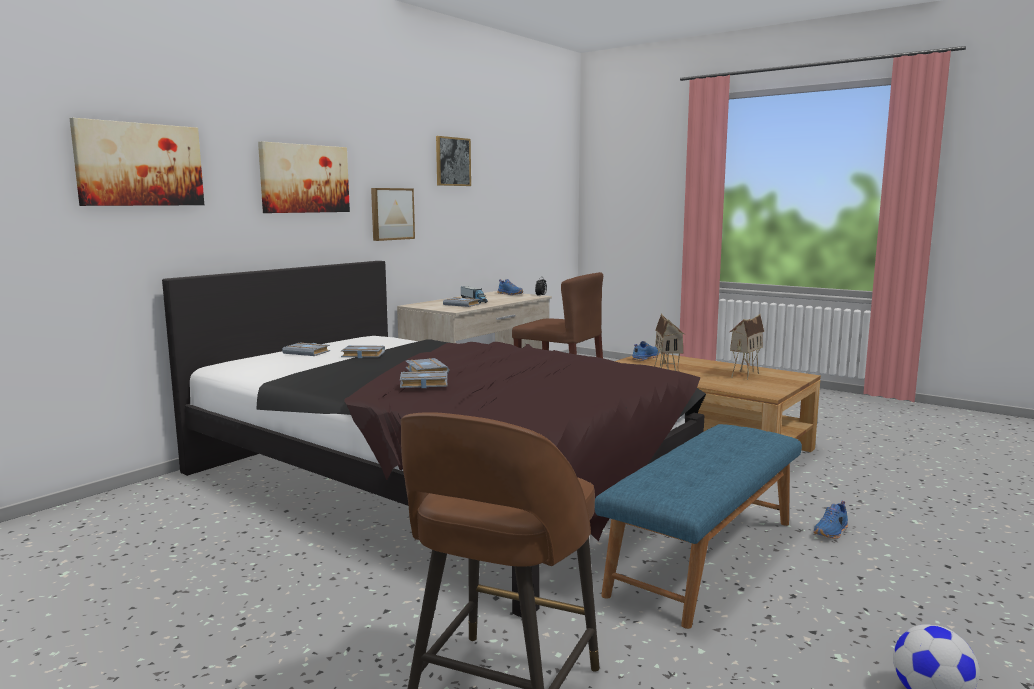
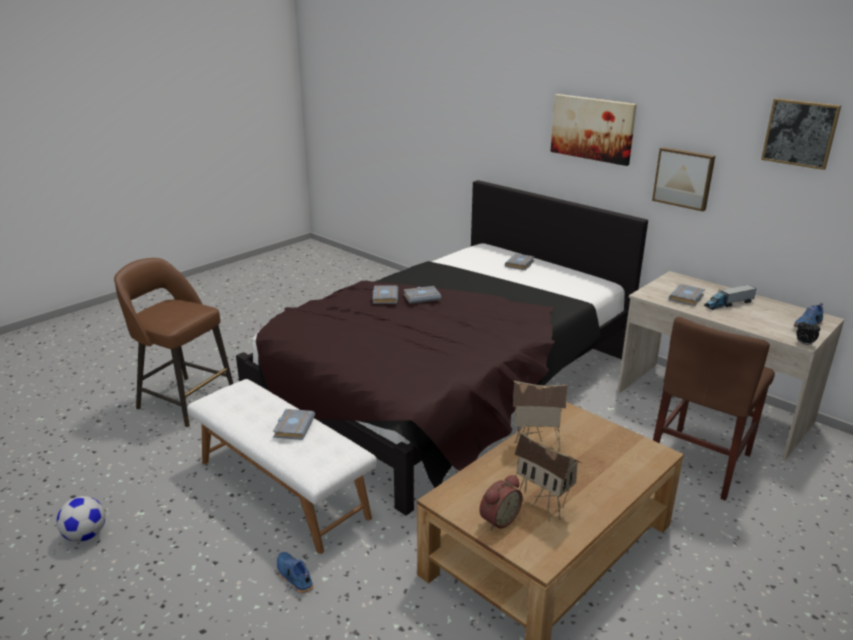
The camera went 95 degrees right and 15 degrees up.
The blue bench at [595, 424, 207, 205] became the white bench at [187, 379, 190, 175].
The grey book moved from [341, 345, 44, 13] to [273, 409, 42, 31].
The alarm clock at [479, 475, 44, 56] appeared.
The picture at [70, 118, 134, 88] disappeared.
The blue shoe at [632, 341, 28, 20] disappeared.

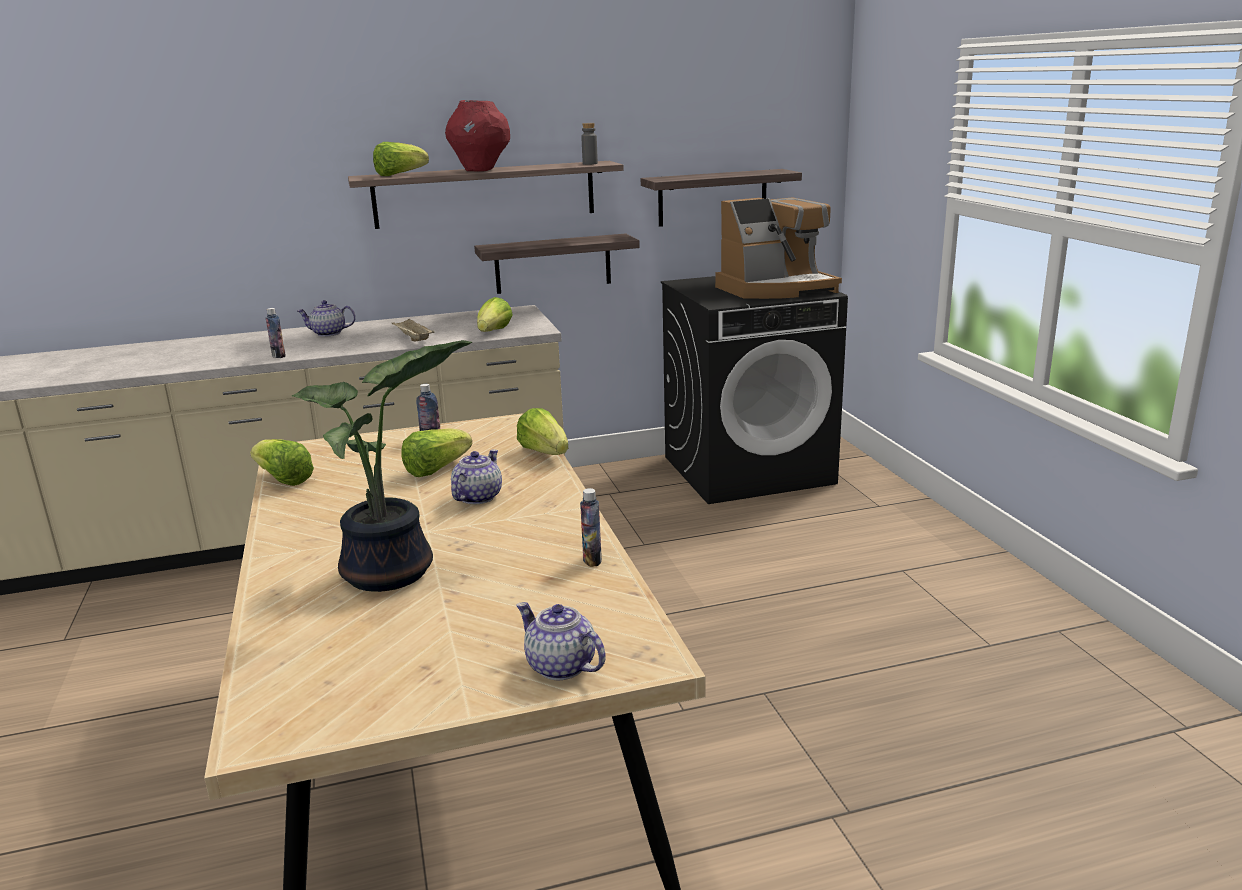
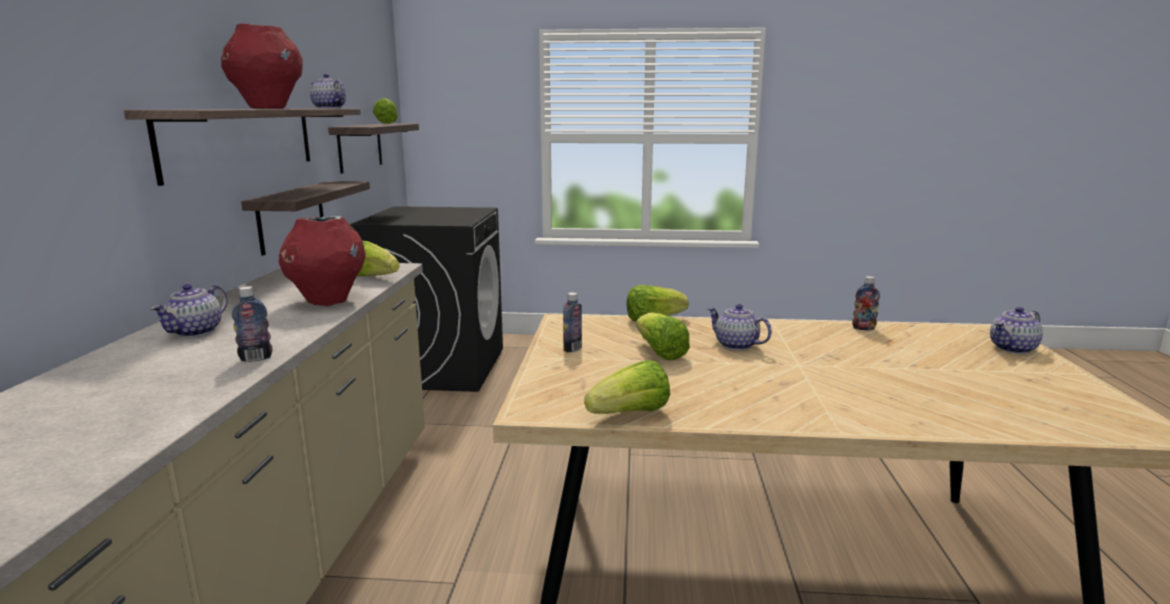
The camera went 70 degrees left and 5 degrees down.
The beige tray at [392, 319, 42, 22] was replaced by the red vase at [279, 216, 87, 90].
The grey bottle at [581, 123, 17, 42] was replaced by the teapot at [310, 74, 36, 34].
The lettuce moved from [373, 142, 56, 34] to [373, 98, 25, 26].
The potted plant at [292, 340, 180, 252] disappeared.
The coffee machine at [715, 197, 127, 102] disappeared.

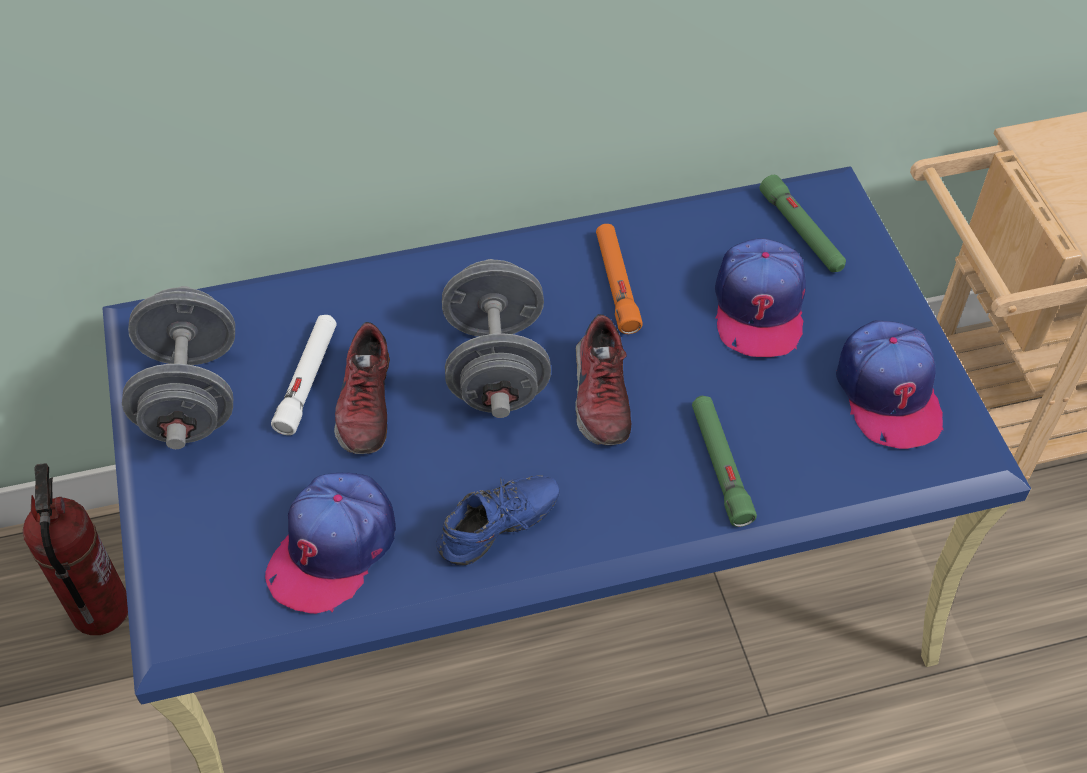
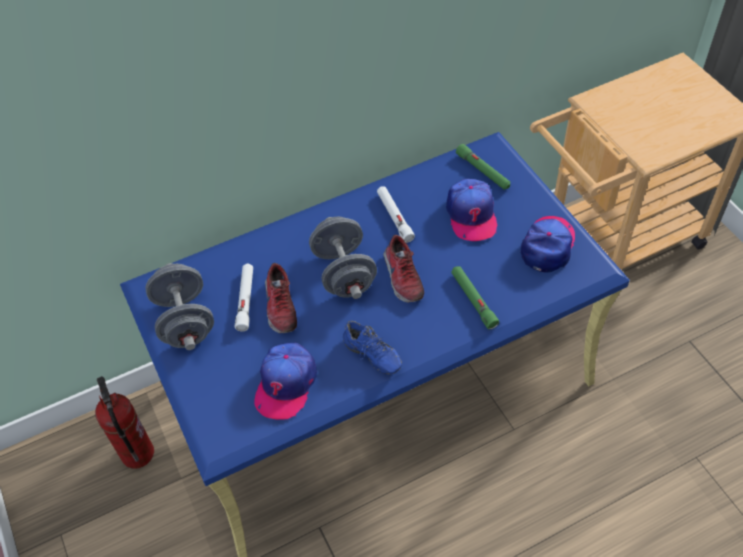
The camera went 10 degrees left and 0 degrees up.
The blue shoe at [436, 475, 124, 90] turned 90 degrees clockwise.
The orange flashlight at [596, 224, 47, 110] became the white flashlight at [377, 186, 38, 57].
The cap at [836, 320, 108, 129] turned 135 degrees counterclockwise.

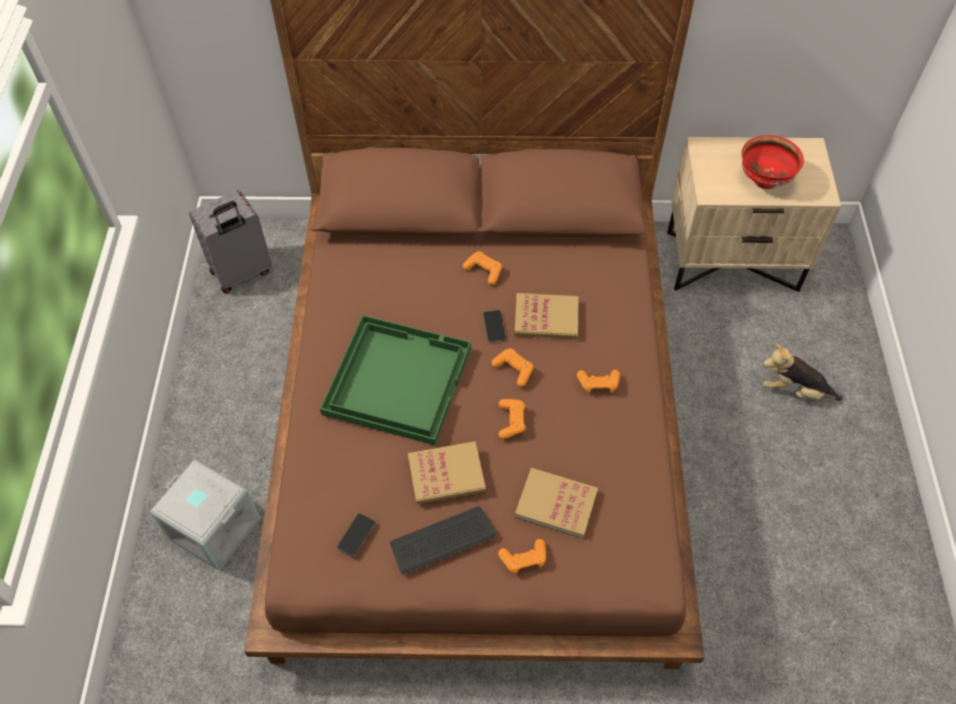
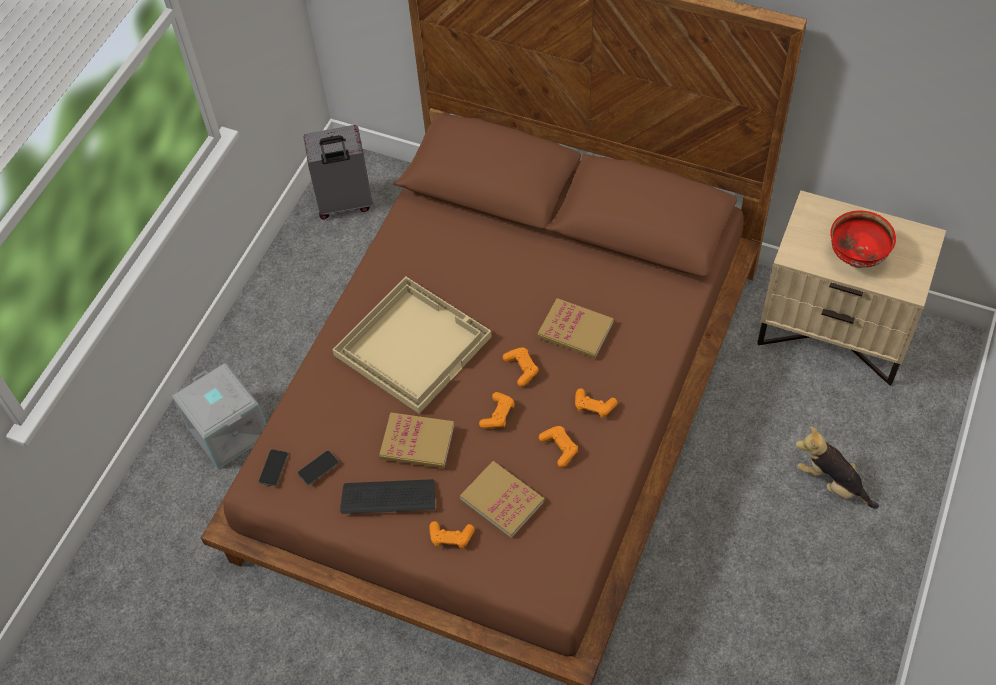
The camera went 25 degrees right and 0 degrees up.
The phone moved from [483, 310, 23, 32] to [259, 449, 29, 37].
The green tray at [320, 315, 151, 130] became the beige tray at [332, 277, 160, 137].
The orange game controller moved from [463, 251, 39, 34] to [539, 426, 39, 42].

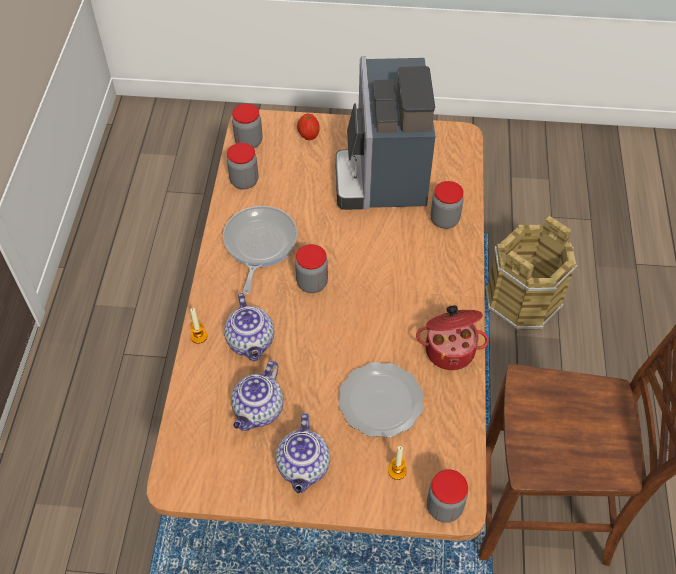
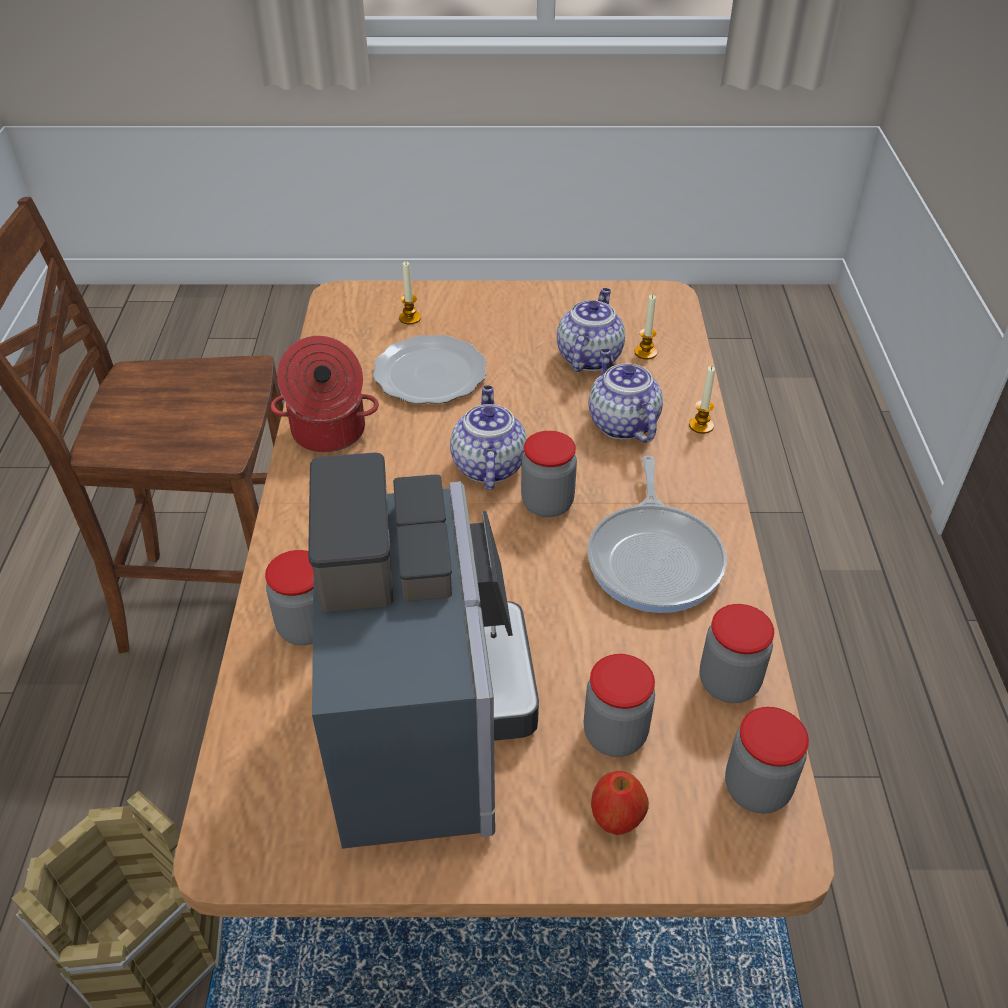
The camera went 175 degrees right and 10 degrees down.
The teapot moved from [275, 413, 55, 81] to [450, 386, 77, 104].
The jar moved from [427, 469, 41, 54] to [584, 654, 71, 103].
The candle at [634, 295, 23, 64] appeared.

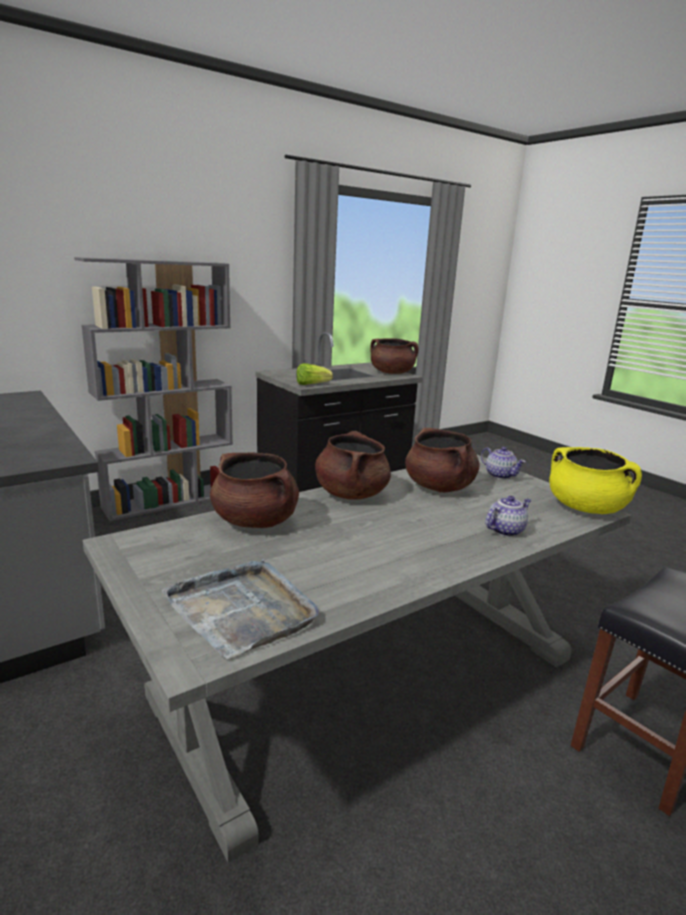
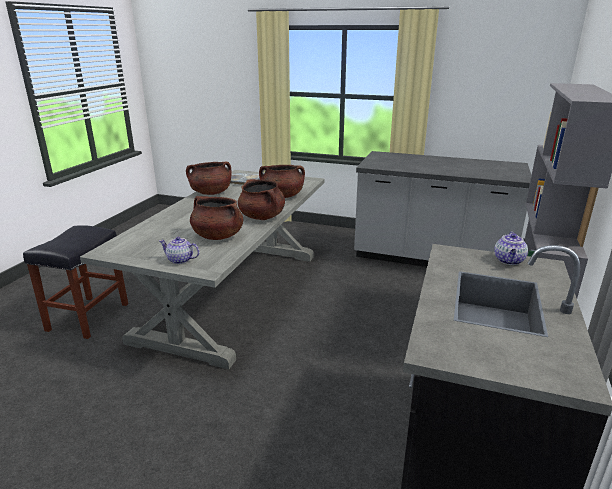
The camera went 145 degrees right and 5 degrees up.
The brown cooking pot moved from [370, 339, 48, 35] to [186, 162, 45, 33].
The teapot moved from [485, 496, 46, 41] to [494, 231, 34, 34].
The lettuce at [296, 363, 37, 22] disappeared.
The yellow cooking pot at [549, 447, 93, 67] disappeared.

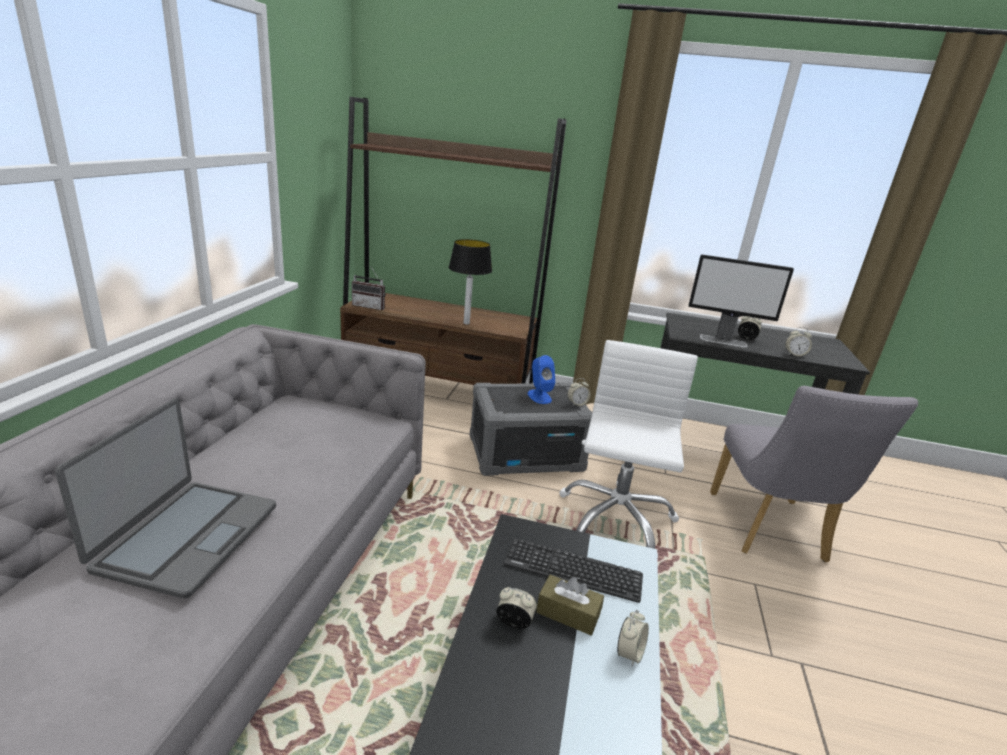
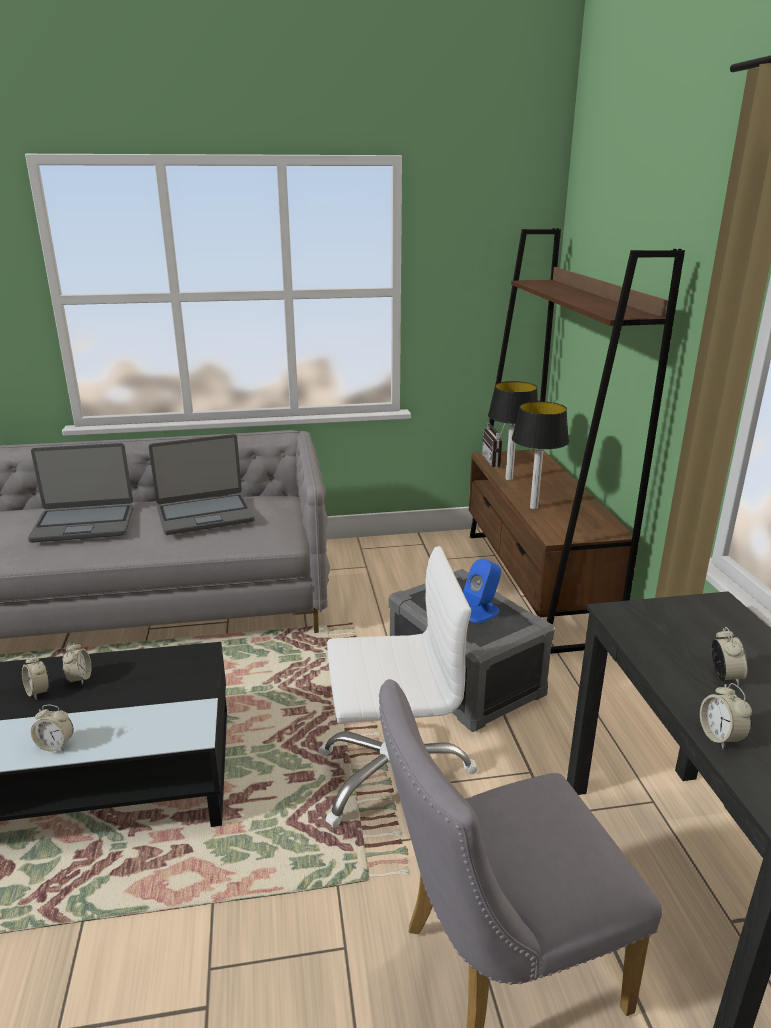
The camera went 70 degrees right and 0 degrees up.
The alarm clock moved from [567, 378, 23, 28] to [22, 654, 27, 45].
The laptop at [149, 434, 106, 101] appeared.
The table lamp at [488, 381, 50, 99] appeared.
The keyboard at [503, 538, 140, 65] disappeared.
The brown tissue box at [536, 574, 68, 62] disappeared.
The monitor at [689, 254, 105, 94] disappeared.

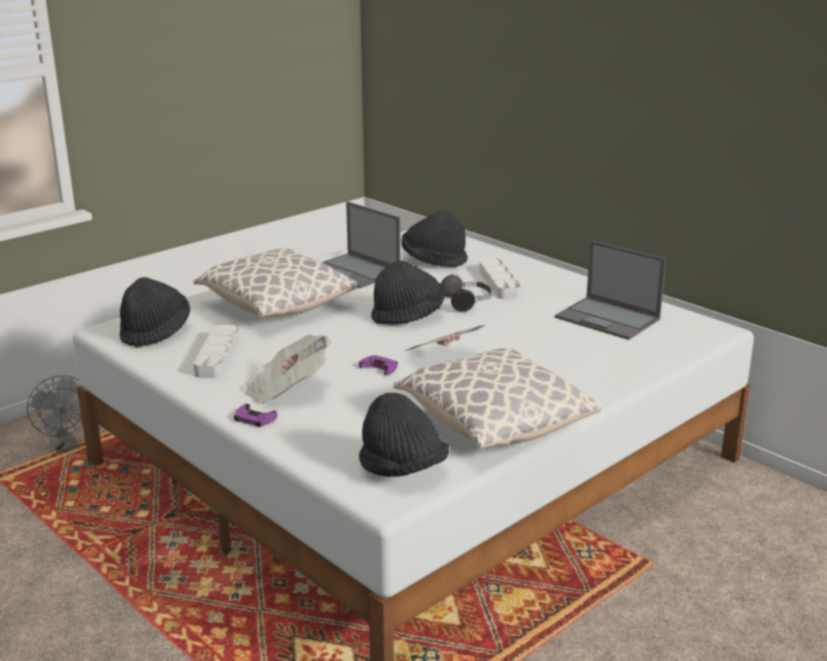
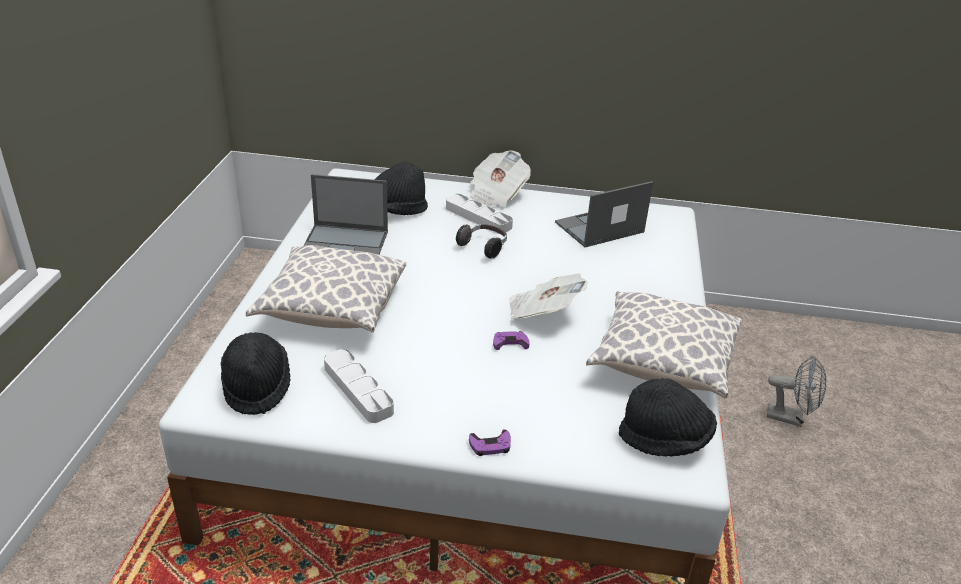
The camera went 40 degrees left and 10 degrees up.
The newspaper moved from [241, 335, 90, 69] to [470, 150, 61, 56].
The laptop at [555, 240, 111, 100] turned 150 degrees clockwise.
The grey fan moved from [27, 375, 56, 78] to [767, 355, 59, 72].
The black hat at [371, 260, 74, 65] disappeared.

